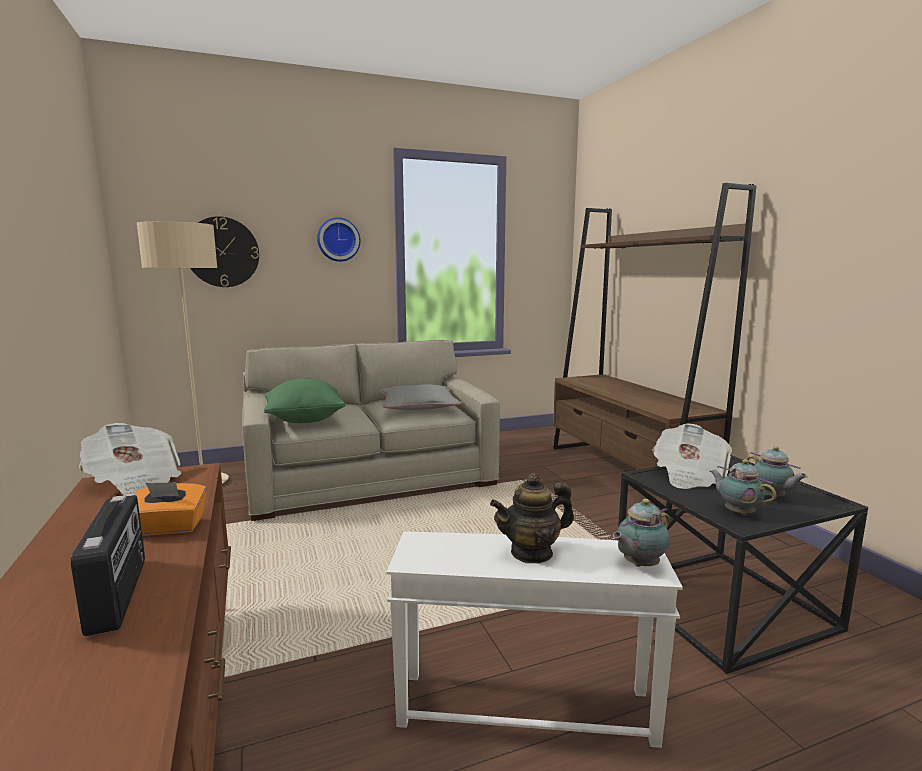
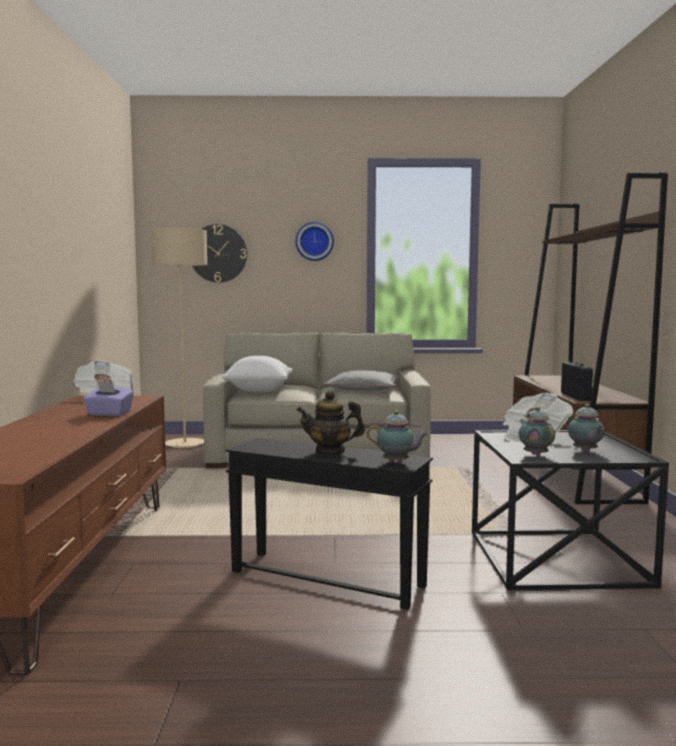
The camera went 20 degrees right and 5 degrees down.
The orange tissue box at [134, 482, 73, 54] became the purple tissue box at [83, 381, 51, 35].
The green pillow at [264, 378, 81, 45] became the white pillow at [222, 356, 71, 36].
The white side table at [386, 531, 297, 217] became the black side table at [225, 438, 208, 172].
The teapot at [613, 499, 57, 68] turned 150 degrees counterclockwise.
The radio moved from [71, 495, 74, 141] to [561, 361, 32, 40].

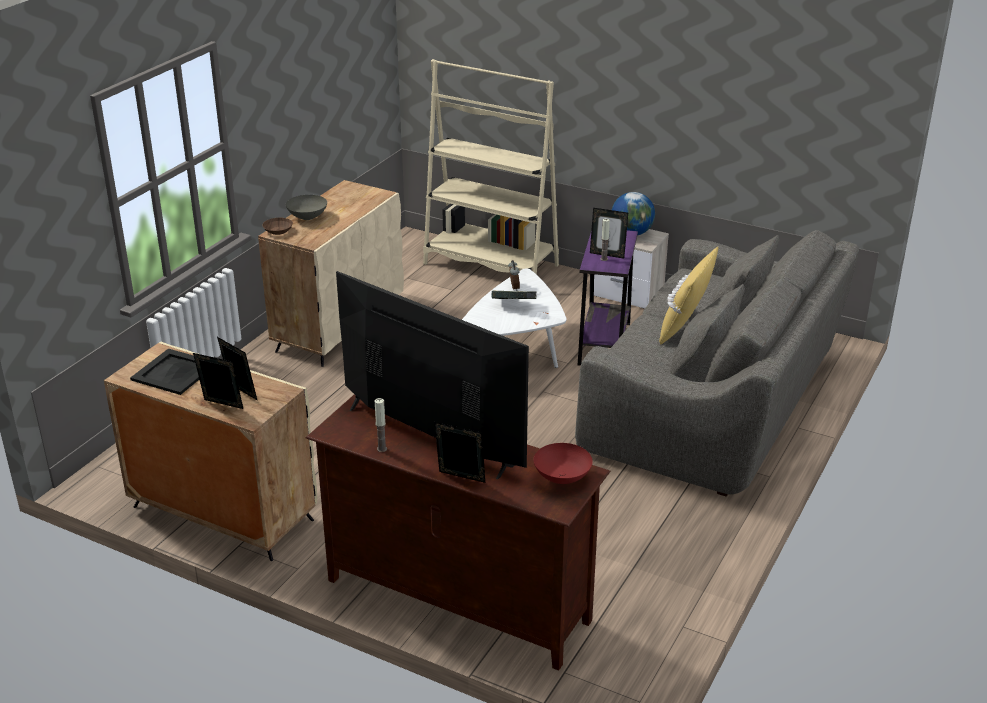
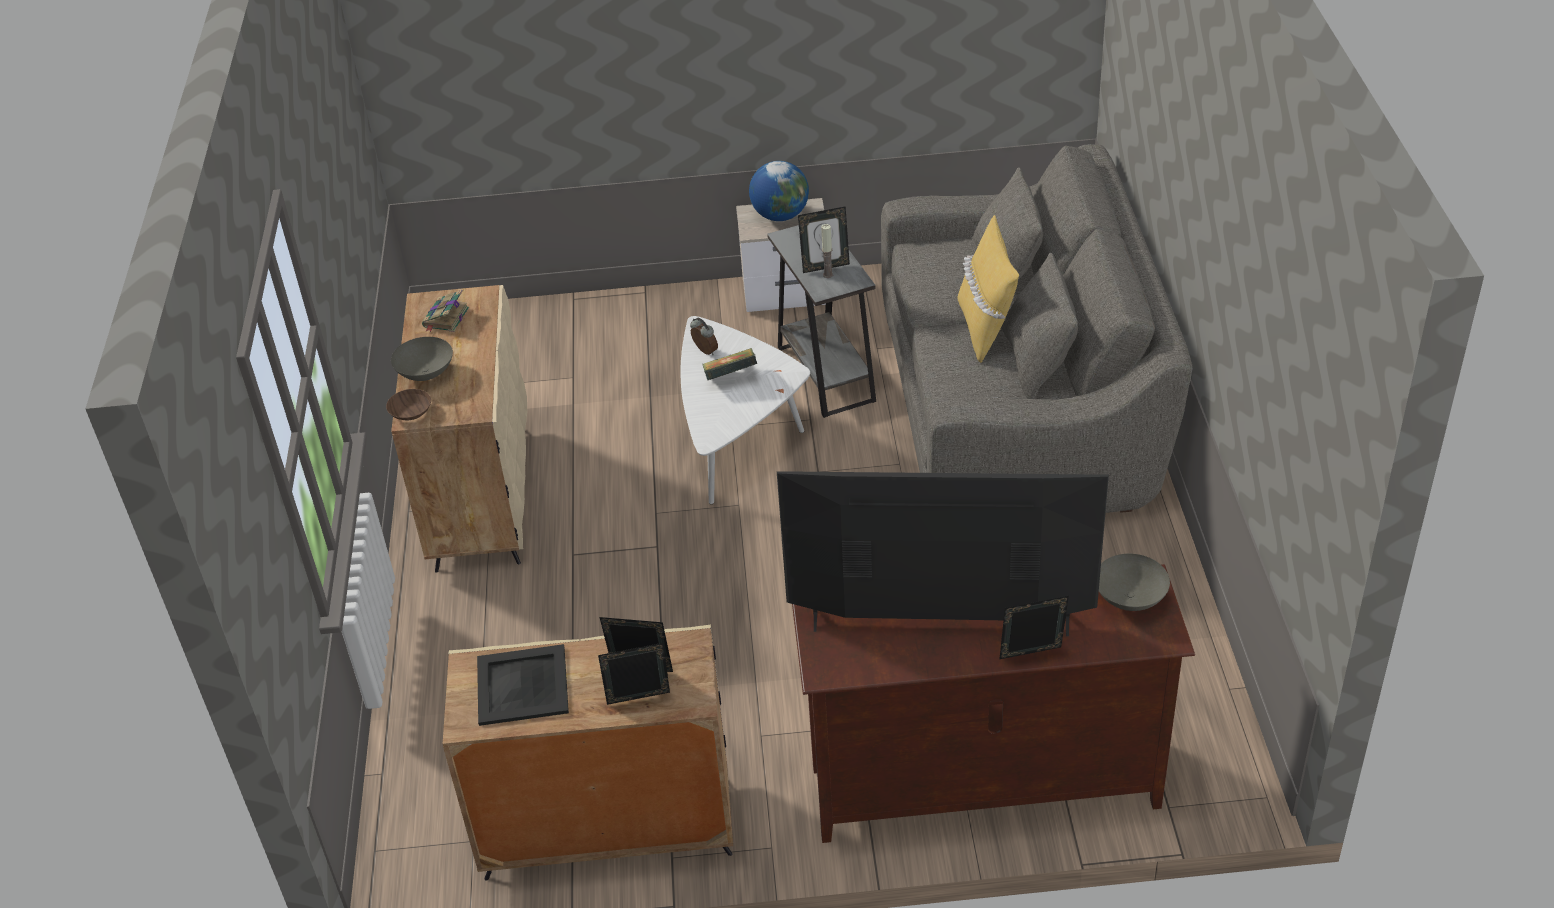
The camera went 30 degrees left and 10 degrees up.
The book at [422, 290, 47, 42] appeared.
The purple side table at [578, 230, 60, 136] became the grey side table at [767, 225, 109, 193].
The red bowl at [534, 443, 59, 41] became the grey bowl at [1099, 554, 71, 57].
The candle at [375, 398, 12, 54] disappeared.
The beige bookcase at [423, 59, 136, 216] disappeared.

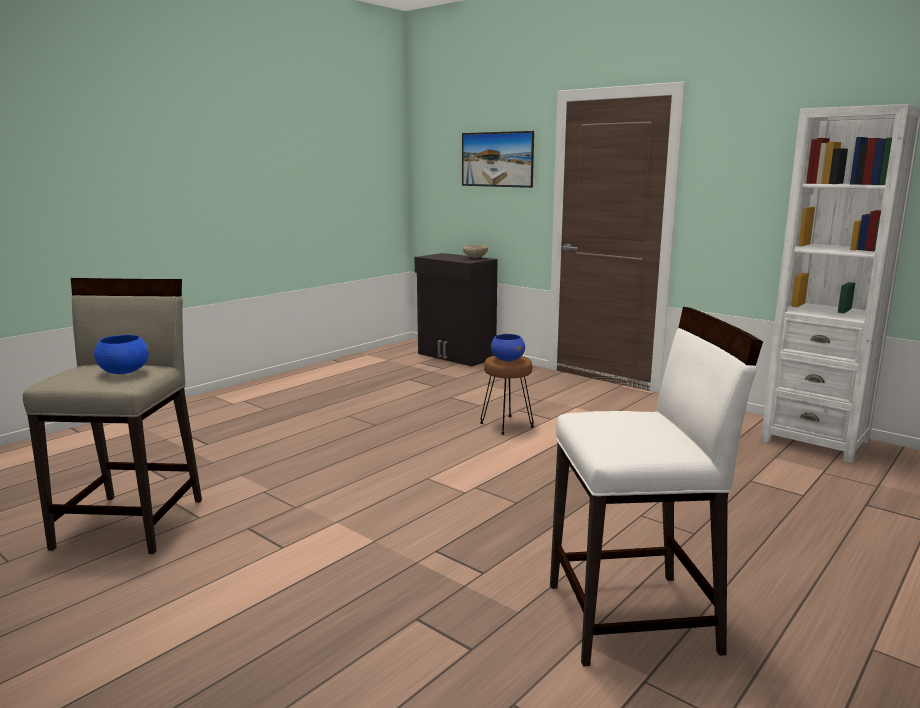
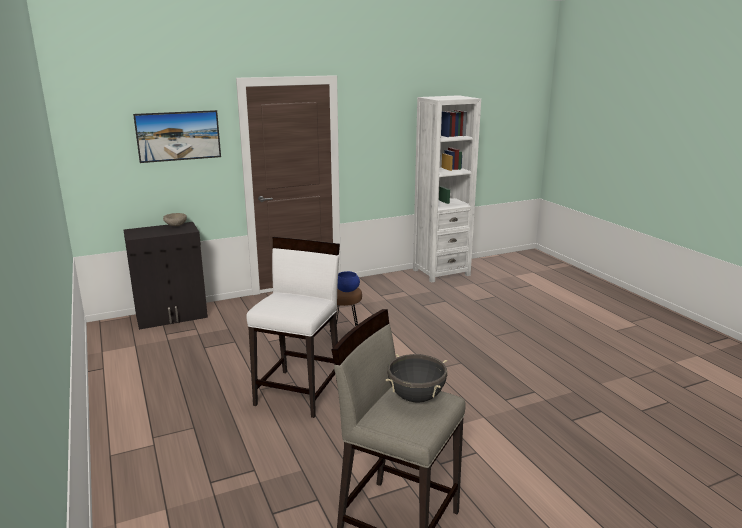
The camera went 65 degrees left and 5 degrees up.
The white stool moved from [550, 307, 213, 360] to [246, 237, 94, 181].
The blue bowl at [94, 335, 55, 39] was replaced by the black cooking pot at [386, 354, 61, 49].

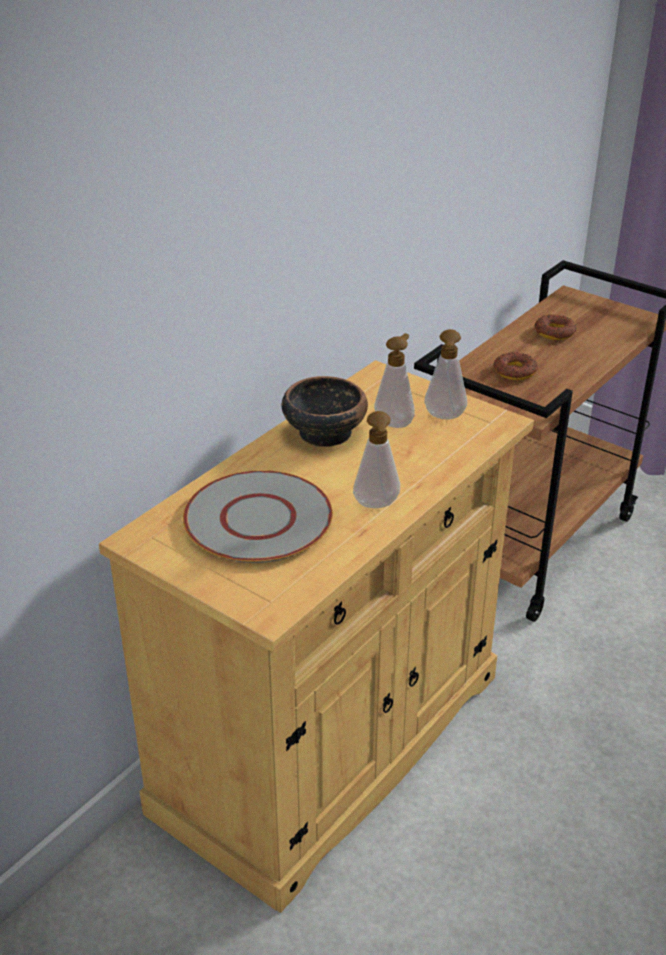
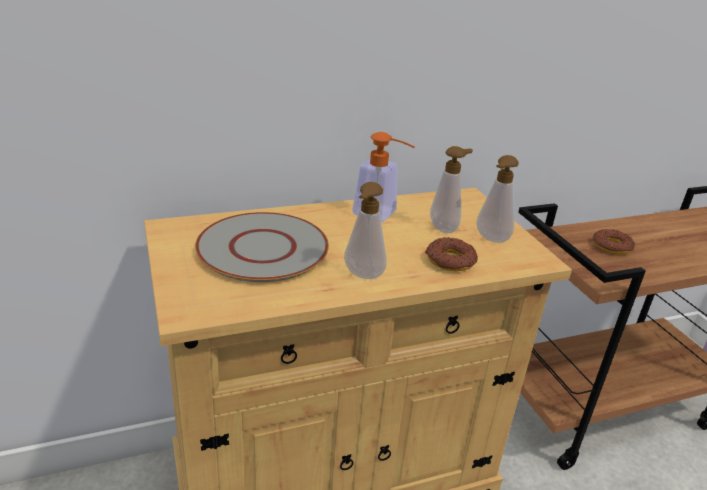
The camera went 30 degrees right and 5 degrees down.
The bowl at [282, 376, 86, 71] was replaced by the soap dispenser at [352, 132, 63, 90].
The donut moved from [535, 315, 42, 25] to [425, 237, 53, 34].

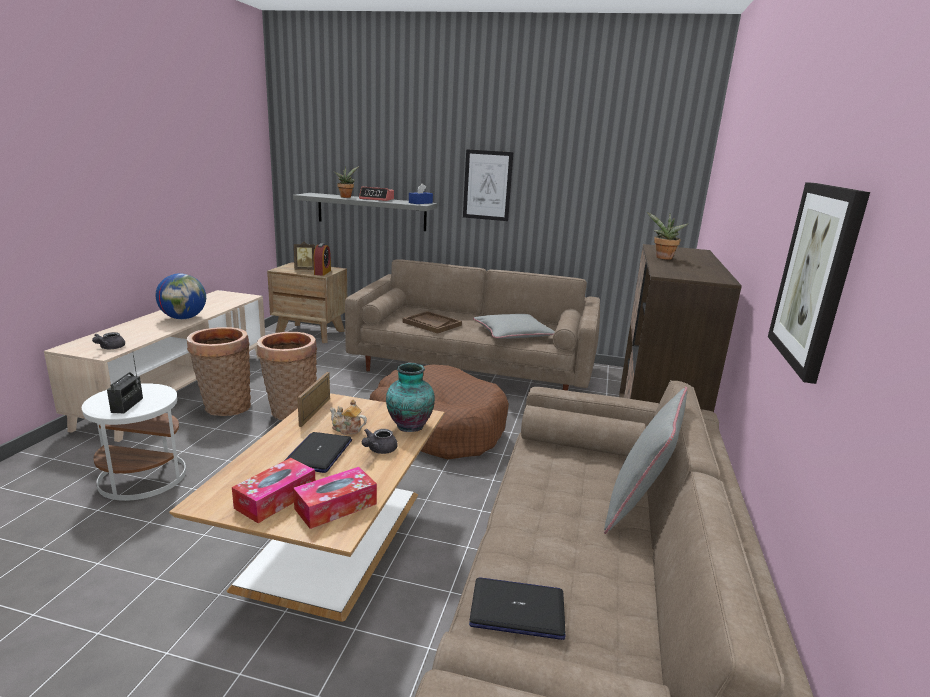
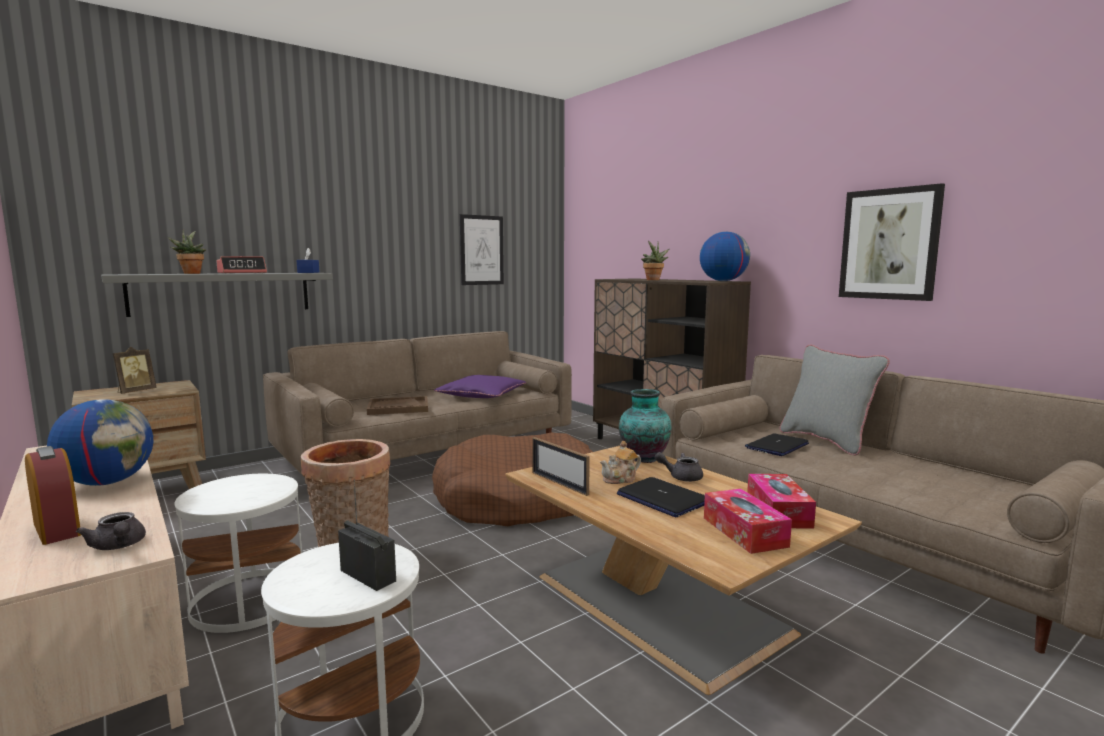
The camera went 50 degrees left and 10 degrees down.
The alarm clock moved from [314, 243, 17, 33] to [25, 446, 56, 99].
The basket at [187, 327, 64, 89] was replaced by the white side table at [174, 474, 128, 159].
The grey pillow at [473, 314, 82, 25] became the purple pillow at [434, 375, 92, 23].
The picture moved from [463, 149, 50, 72] to [460, 214, 44, 71].
The grey teapot at [362, 429, 36, 25] turned 120 degrees clockwise.
The globe at [700, 232, 50, 49] appeared.
The laptop moved from [469, 577, 96, 63] to [745, 433, 64, 23].

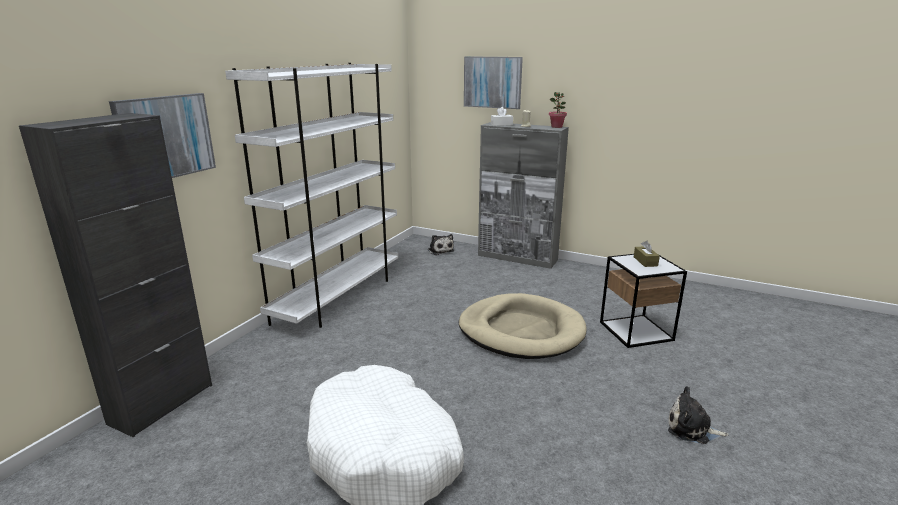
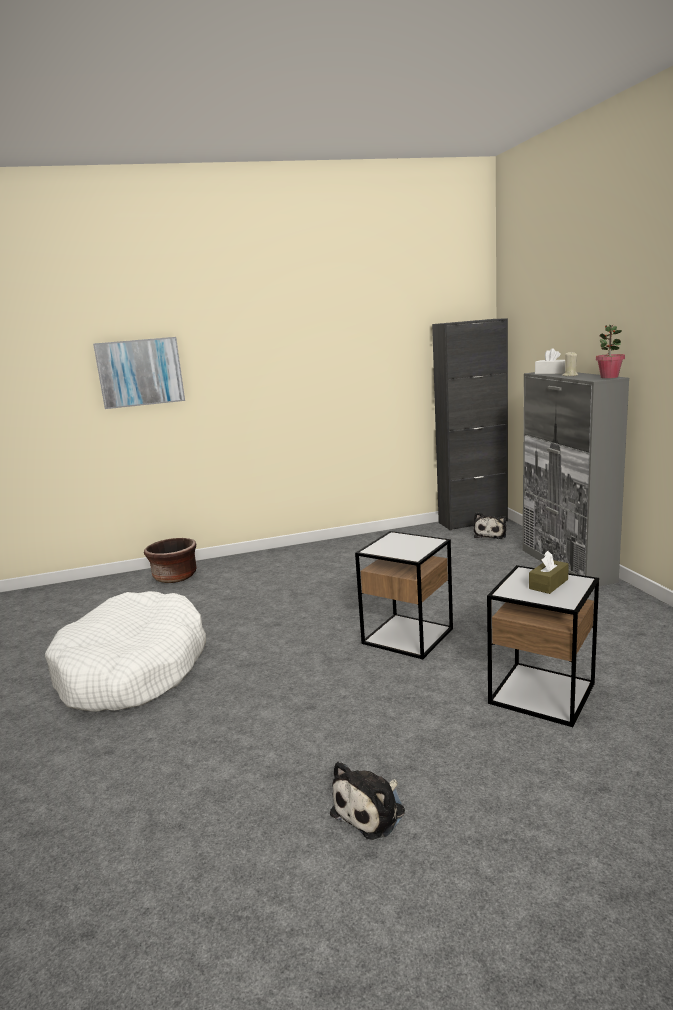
The camera went 50 degrees right and 5 degrees down.
The brown planter at [144, 538, 53, 45] appeared.
The plush toy at [668, 386, 61, 58] turned 120 degrees counterclockwise.
The beige dog bed at [459, 293, 128, 66] was replaced by the side table at [355, 531, 98, 128].
The black cabinet moved from [19, 113, 193, 325] to [432, 318, 76, 213].
The white bookcase at [225, 63, 174, 265] disappeared.
The picture at [464, 56, 59, 53] disappeared.

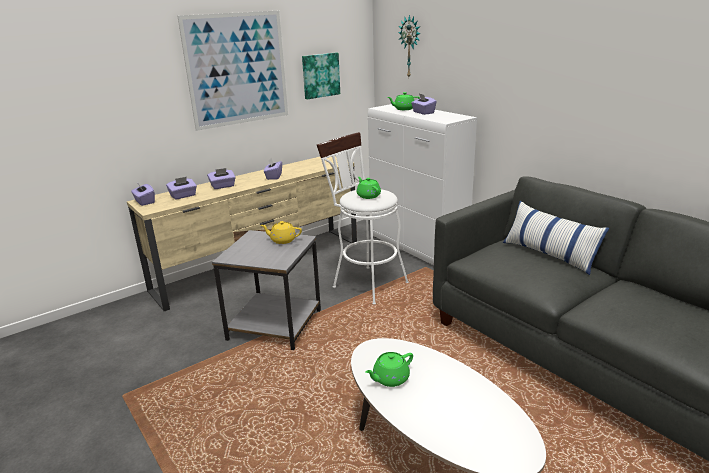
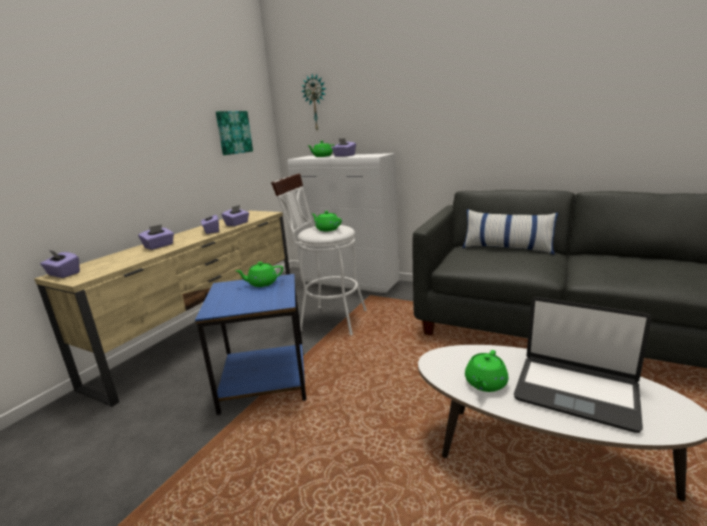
The camera went 25 degrees left and 5 degrees down.
The grey side table at [212, 230, 109, 120] became the blue side table at [195, 274, 111, 141].
The purple tissue box moved from [166, 177, 31, 23] to [222, 205, 27, 21].
The yellow teapot at [261, 221, 41, 23] became the green teapot at [236, 262, 47, 25].
The laptop at [514, 297, 138, 136] appeared.
The picture at [178, 11, 110, 120] disappeared.

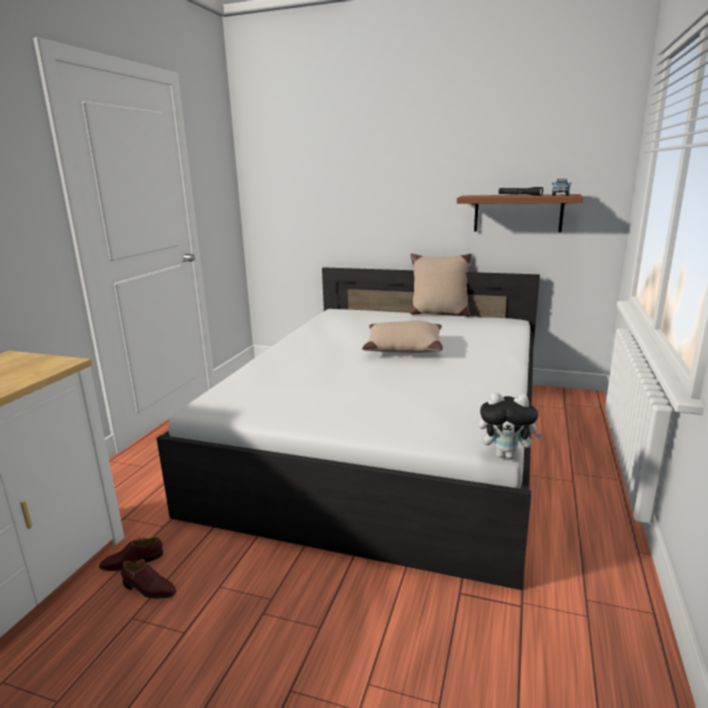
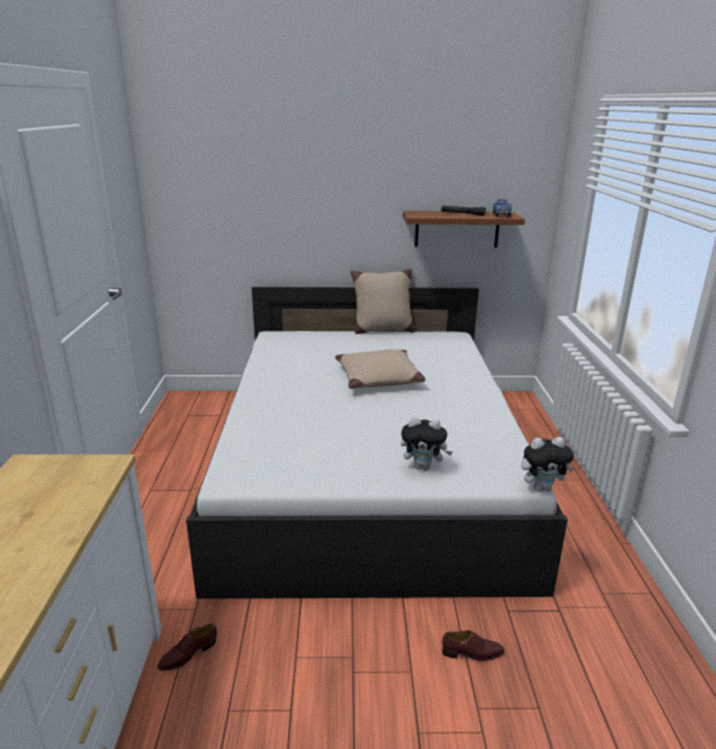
The camera went 20 degrees left and 5 degrees up.
The plush toy at [401, 417, 52, 54] appeared.
The brown shoe moved from [121, 561, 55, 38] to [442, 630, 63, 31].

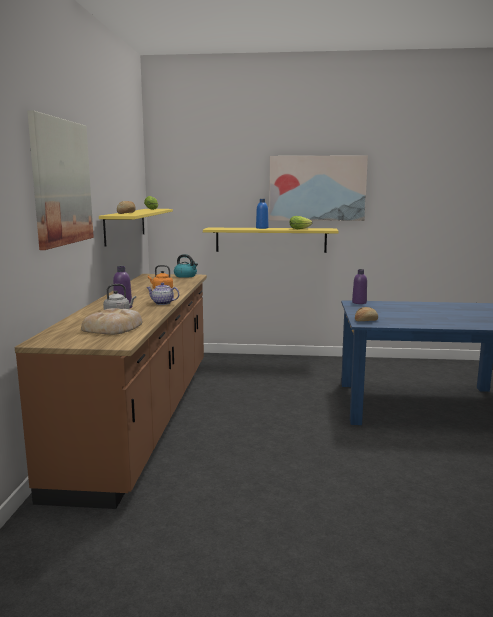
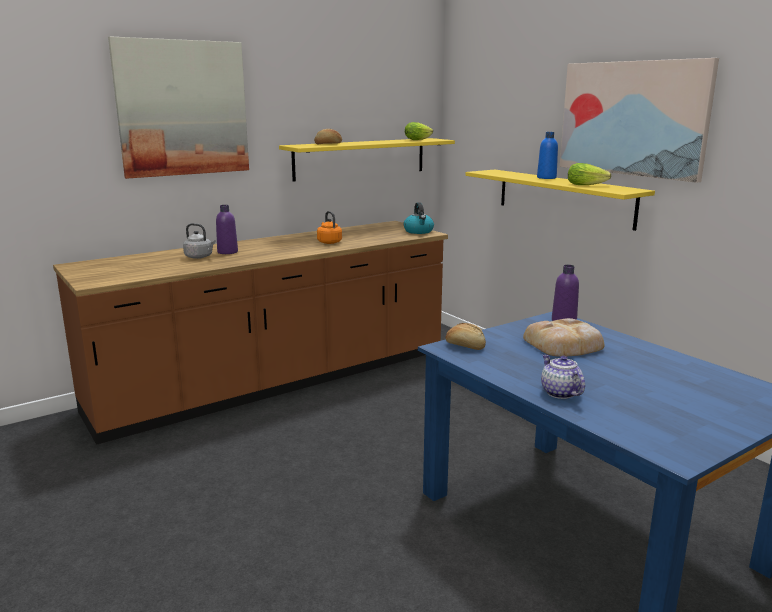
The camera went 50 degrees right and 5 degrees up.
The bread moved from [81, 308, 62, 27] to [523, 318, 82, 39].
The teapot moved from [146, 282, 33, 23] to [541, 354, 44, 45].

